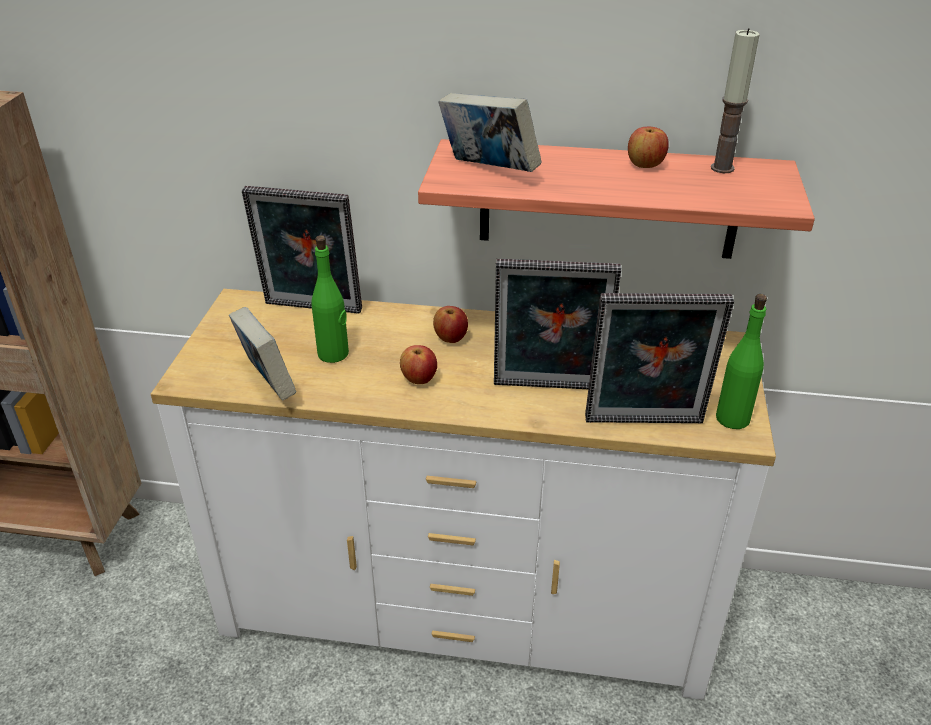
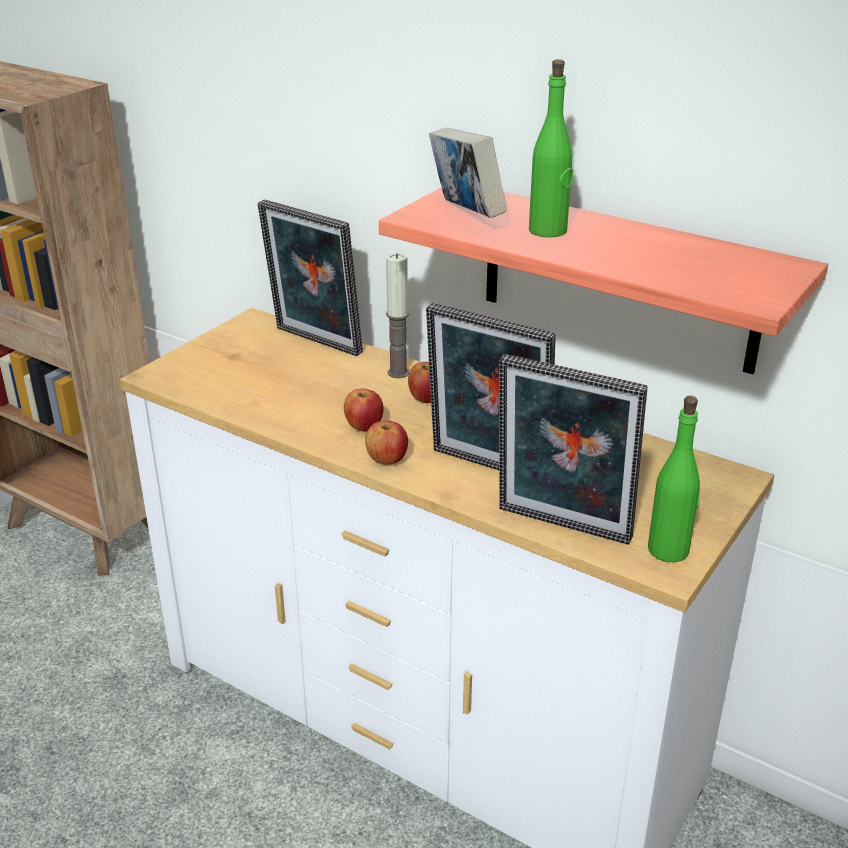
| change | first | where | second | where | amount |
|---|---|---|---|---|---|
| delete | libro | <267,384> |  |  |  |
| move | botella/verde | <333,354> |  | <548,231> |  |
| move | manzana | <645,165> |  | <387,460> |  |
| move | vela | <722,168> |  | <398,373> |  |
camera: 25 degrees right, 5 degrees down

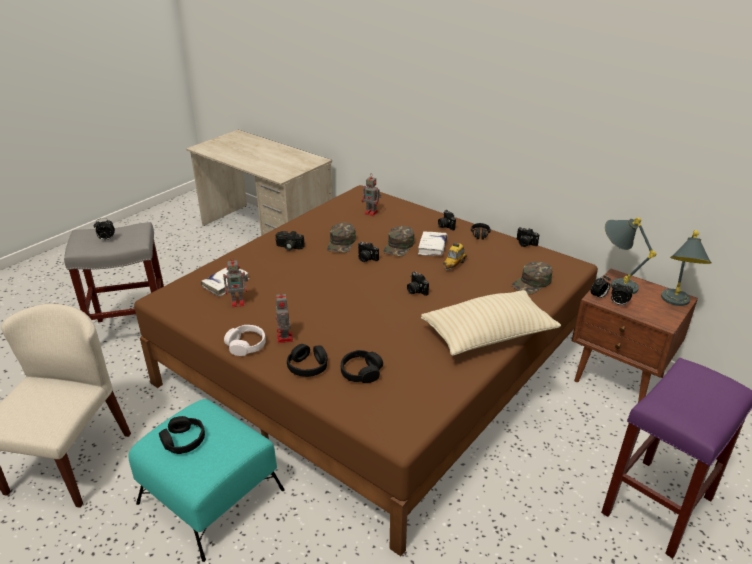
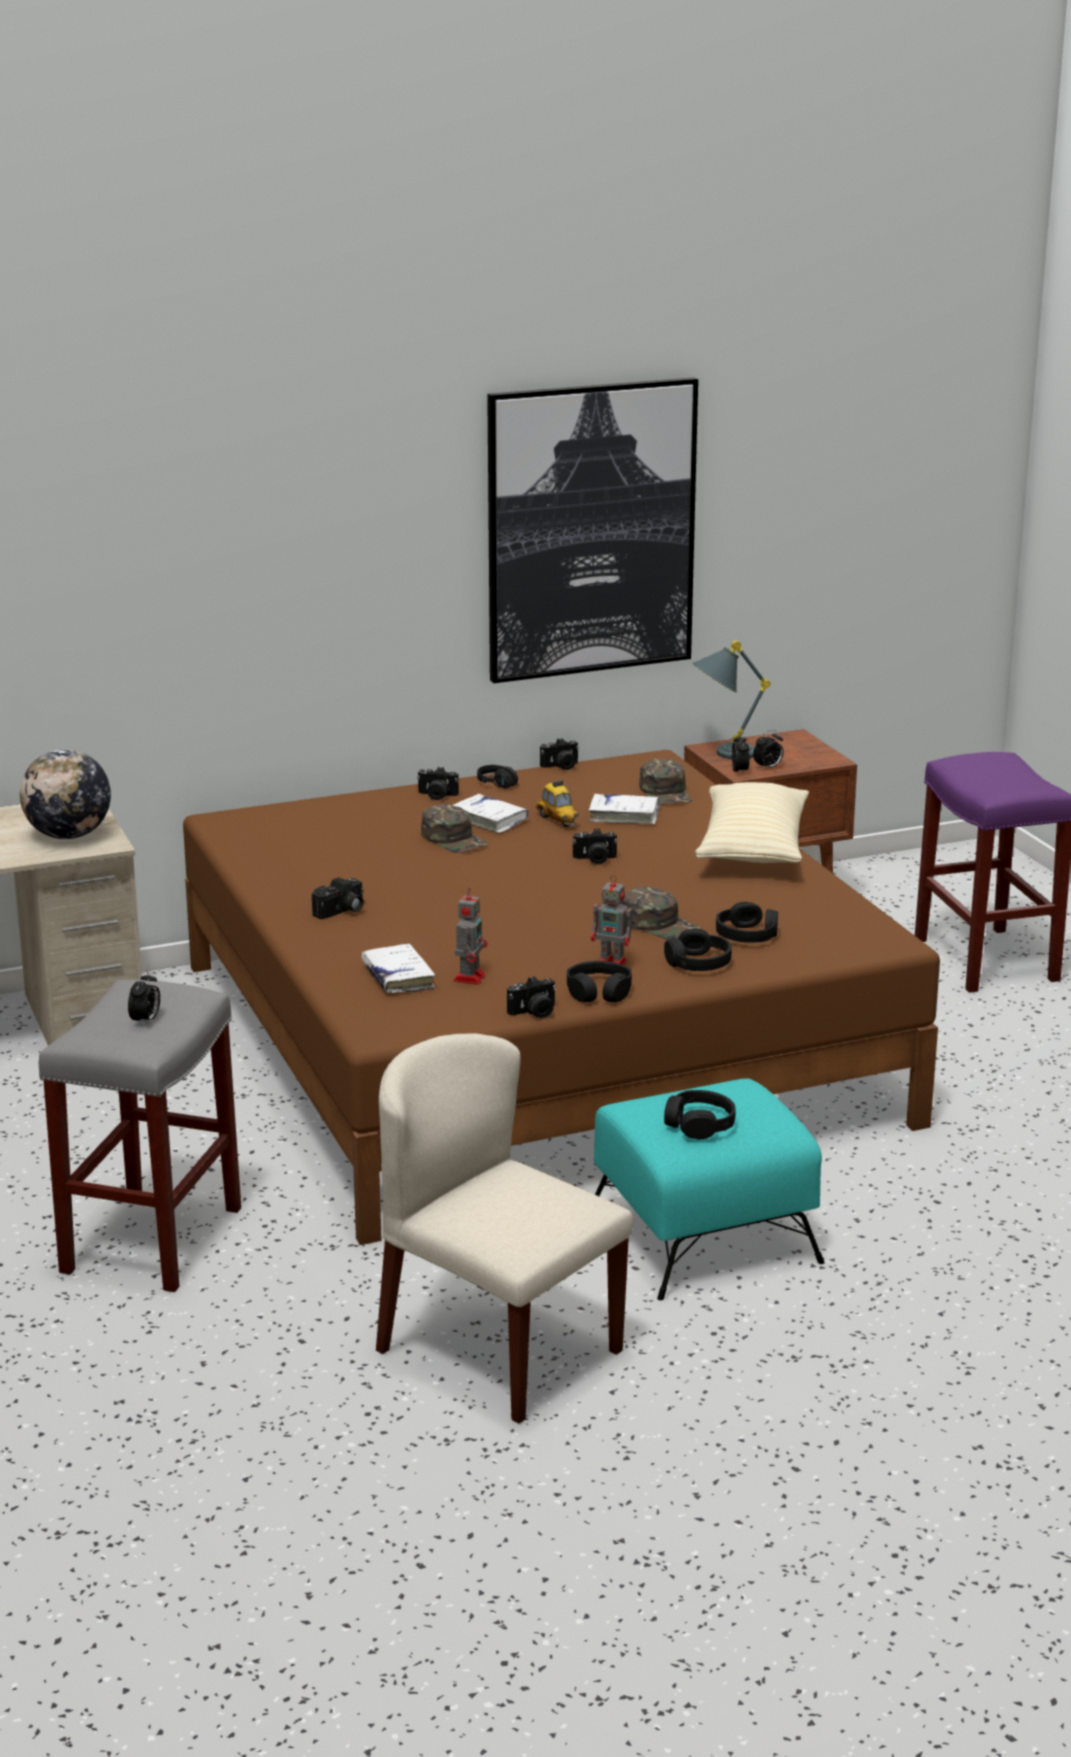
| change | first | where | second | where | amount |
|---|---|---|---|---|---|
| recolor | auriculares/blanco | <246,345> | auriculares/negro | <599,992> |  |
| move | gorra/verde | <342,243> |  | <659,924> |  |
| move | cámara | <366,258> |  | <534,1013> |  |
| delete | robot de juguete | <372,213> |  |  |  |
| delete | lámpara de mesa/gris | <675,304> |  |  |  |
| insert |  |  | globo terráqueo | <69,836> |  |
| insert |  |  | cuadro | <590,530> |  |
| insert |  |  | libro/blanco | <624,816> |  |
camera: 60 degrees left, 10 degrees down

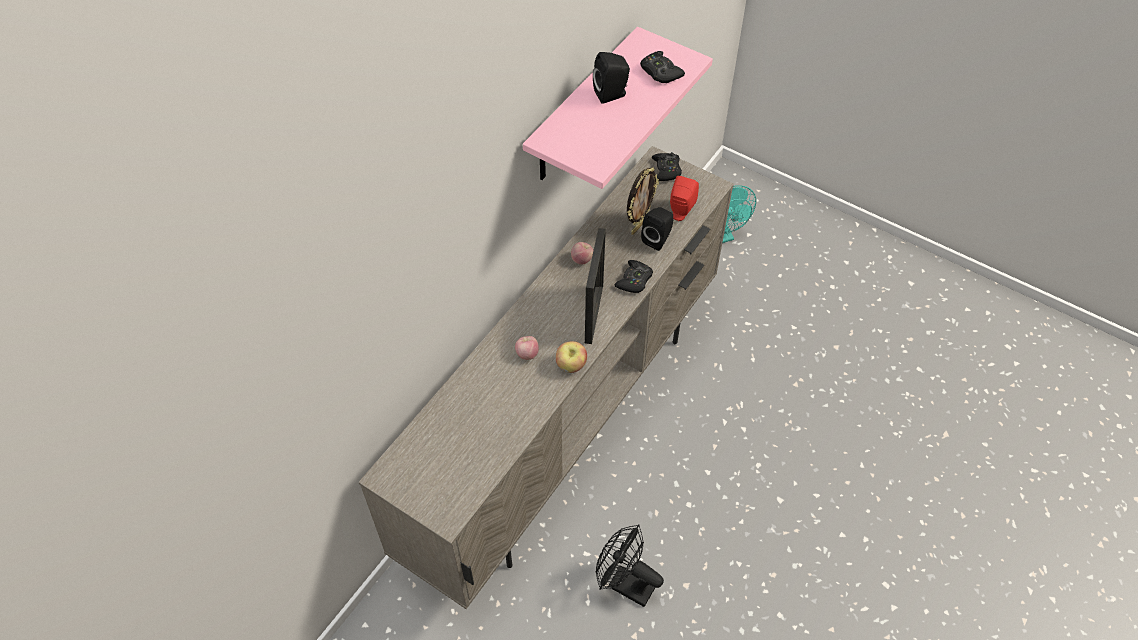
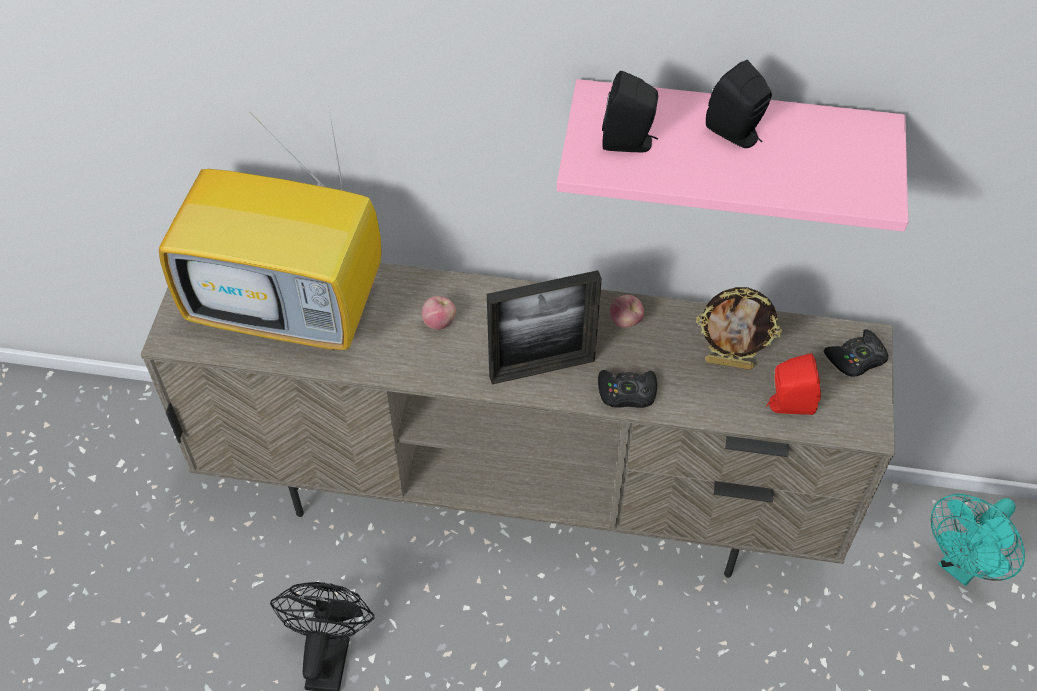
| change | first | where | second | where | amount |
|---|---|---|---|---|---|
| delete | manzana | <571,365> |  |  |  |
| delete | mando de consola/negro | <660,72> |  |  |  |
| move | altavoz/negro | <658,239> |  | <629,142> |  |
| insert |  |  | televisor | <293,309> |  |
camera: 65 degrees right, 0 degrees up

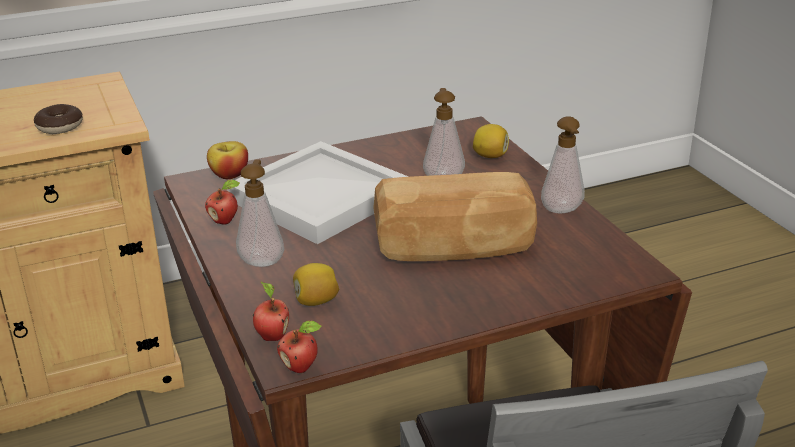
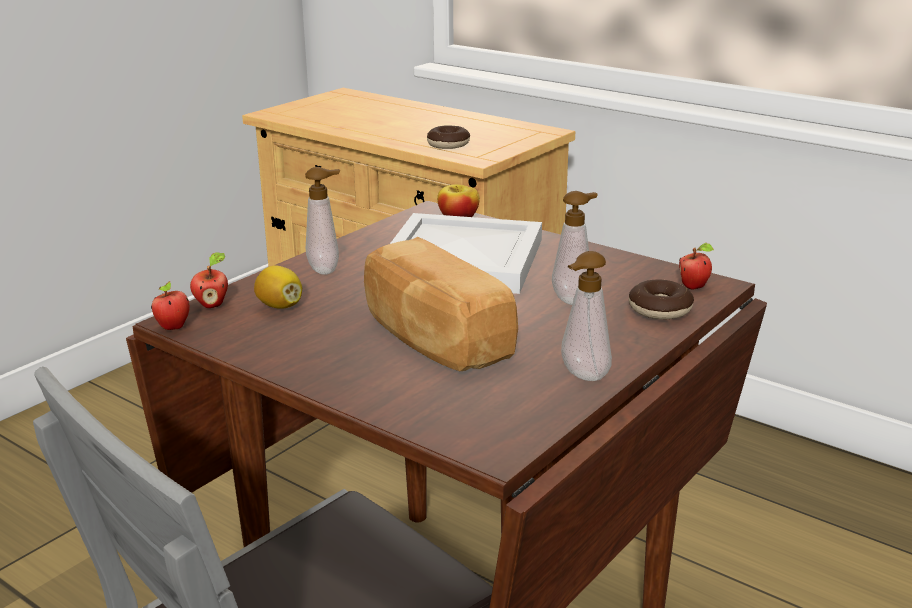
| change | first | where | second | where | amount |
|---|---|---|---|---|---|
| move | manzana | <225,221> |  | <694,287> |  |
| replace | limón | <490,156> | rosquilla | <660,309> |  |
camera: 60 degrees right, 5 degrees down

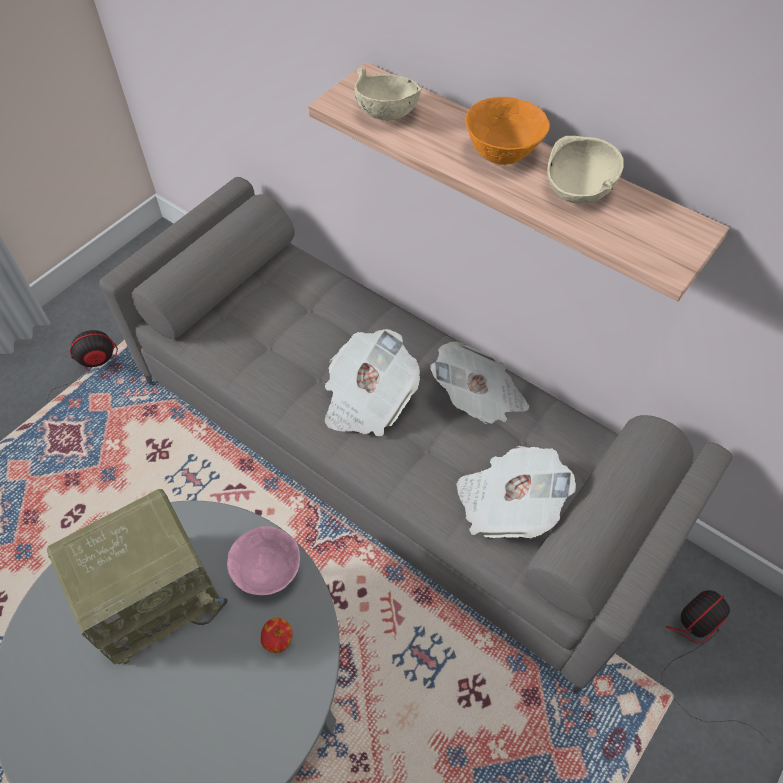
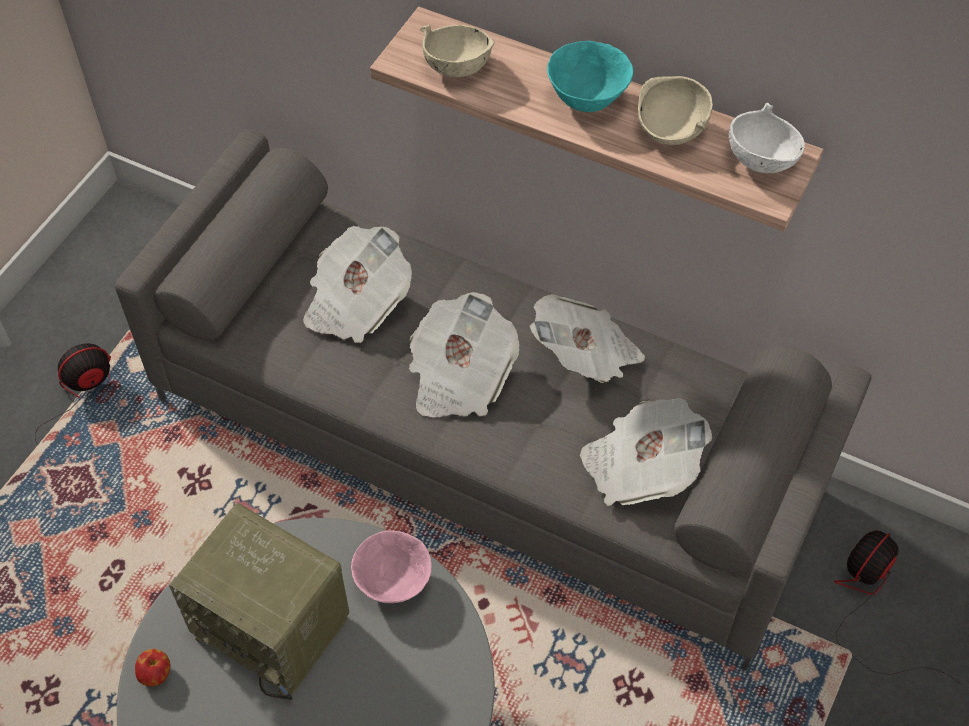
| change | first | where | second | where | amount |
|---|---|---|---|---|---|
| rotate | radio | <155,595> |  | <274,626> | 75 degrees clockwise |
| move | manzana | <278,640> |  | <156,674> |  |
| recolor | cuenco/naranja | <502,156> | cuenco/turquesa | <587,101> |  |
| insert |  |  | periódico | <356,303> |  |
| insert |  |  | cuenco/blanco | <762,160> |  |
camera: 10 degrees left, 0 degrees up

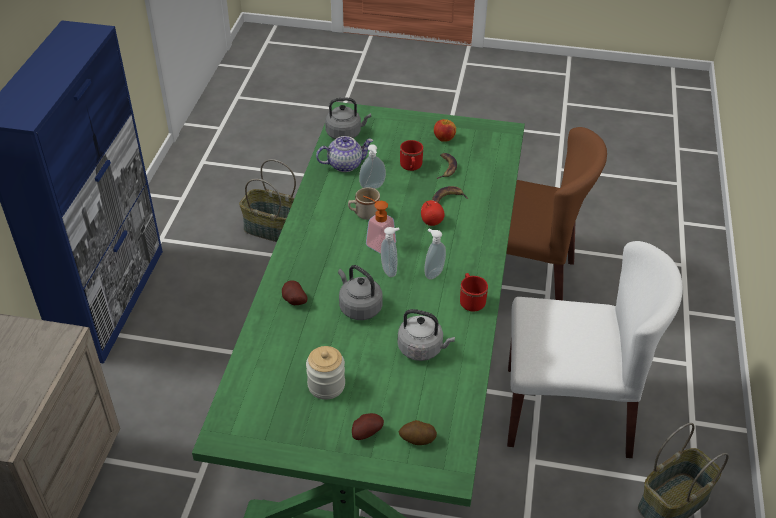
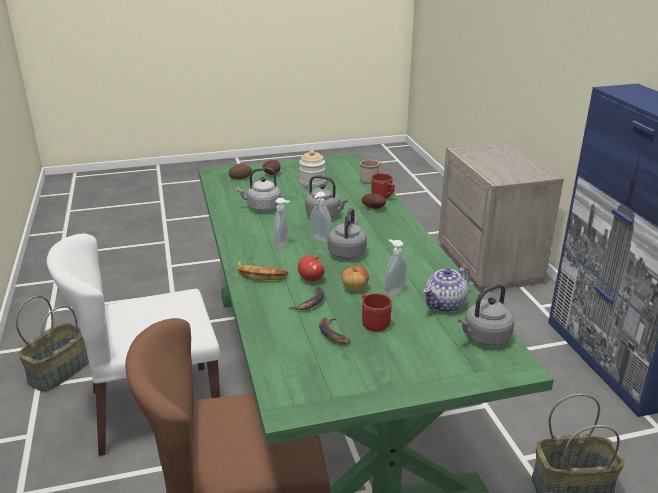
| change | first | where | second | where | amount |
|---|---|---|---|---|---|
| move | taza grande/beis | <363,214> |  | <371,180> |  |
| replace | dispensador de jabón | <376,242> | hervidor/gris | <347,252> |  |
| move | manzana | <444,138> |  | <355,288> |  |
| move | taza grande/rojo | <471,300> |  | <383,197> |  |
| insert |  |  | plátano | <260,274> |  |
camera: 155 degrees right, 15 degrees down

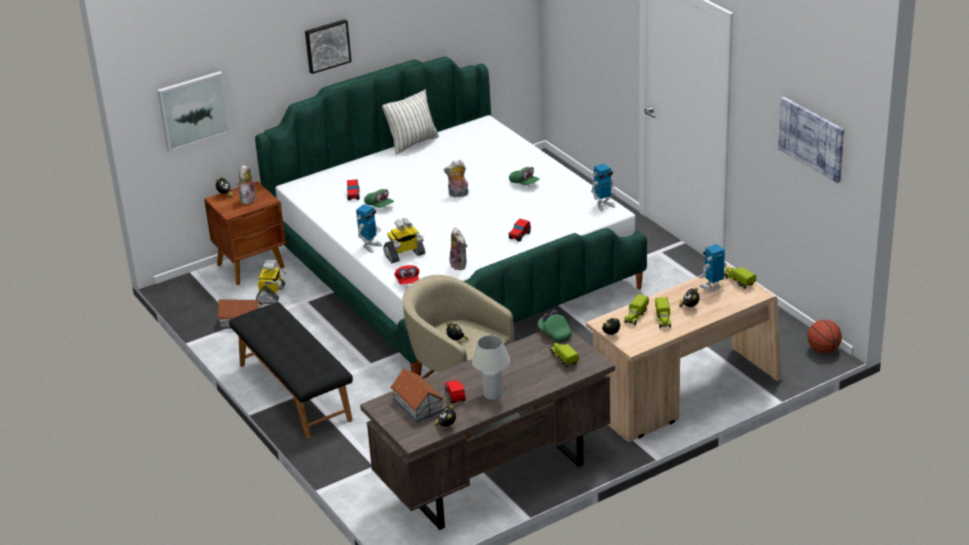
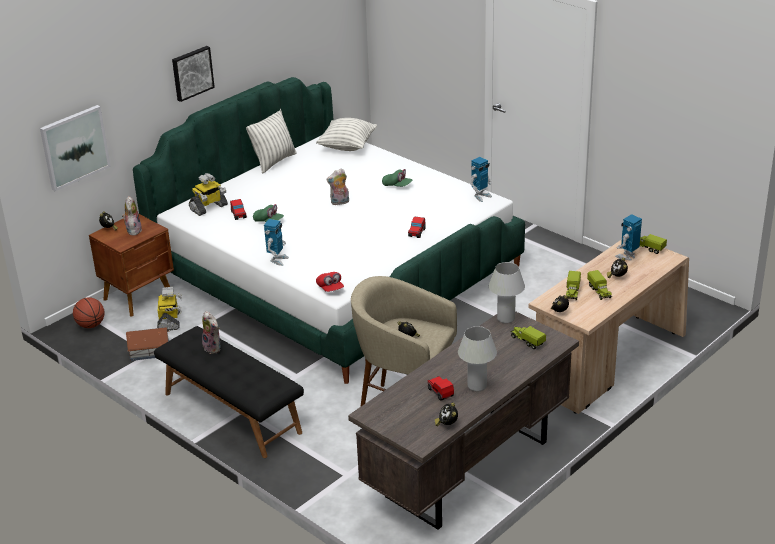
| change | first | where | second | where | amount |
|---|---|---|---|---|---|
| move | robot de juguete | <404,255> |  | <209,208> |  |
| delete | casita | <418,405> |  |  |  |
| move | peluche | <460,265> |  | <214,348> |  |
| replace | gorra/verde | <554,334> | lámpara de mesa/blanco | <506,319> |  |
| delete | cuadro | <812,138> |  |  |  |
| move | balón de baloncesto | <823,350> |  | <91,325> |  |
| insert |  |  | cojín | <347,146> |  |
camera: 15 degrees left, 0 degrees up

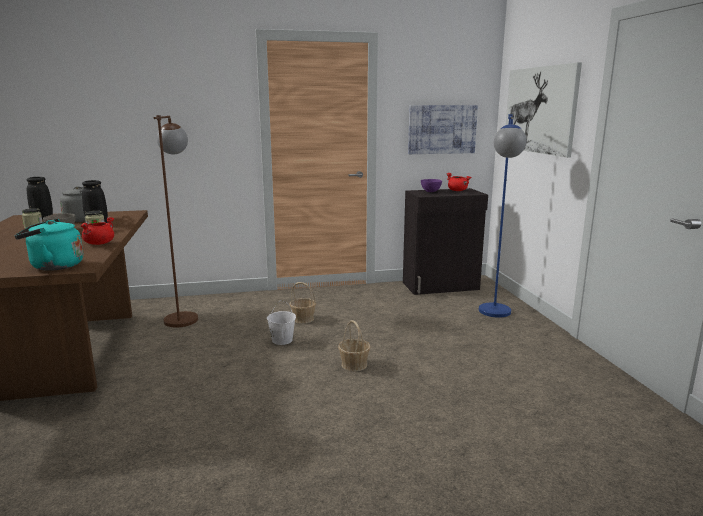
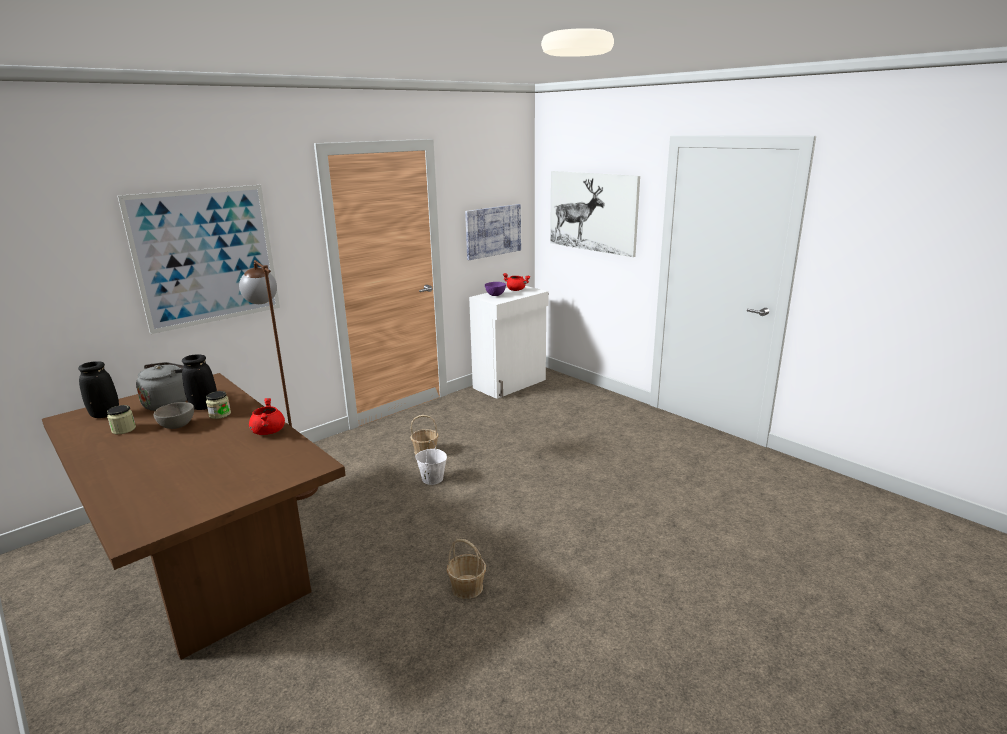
| change | first | where | second | where | amount |
|---|---|---|---|---|---|
| delete | hervidor/turquesa | <53,266> |  |  |  |
| move | cesta | <354,364> |  | <467,587> |  |
| recolor | armario/negro | <441,286> | armario/blanco | <510,384> |  |
| delete | lámpara de pie/azul | <495,315> |  |  |  |
| insert |  |  | cuadro | <206,257> |  |
camera: 30 degrees left, 5 degrees up

